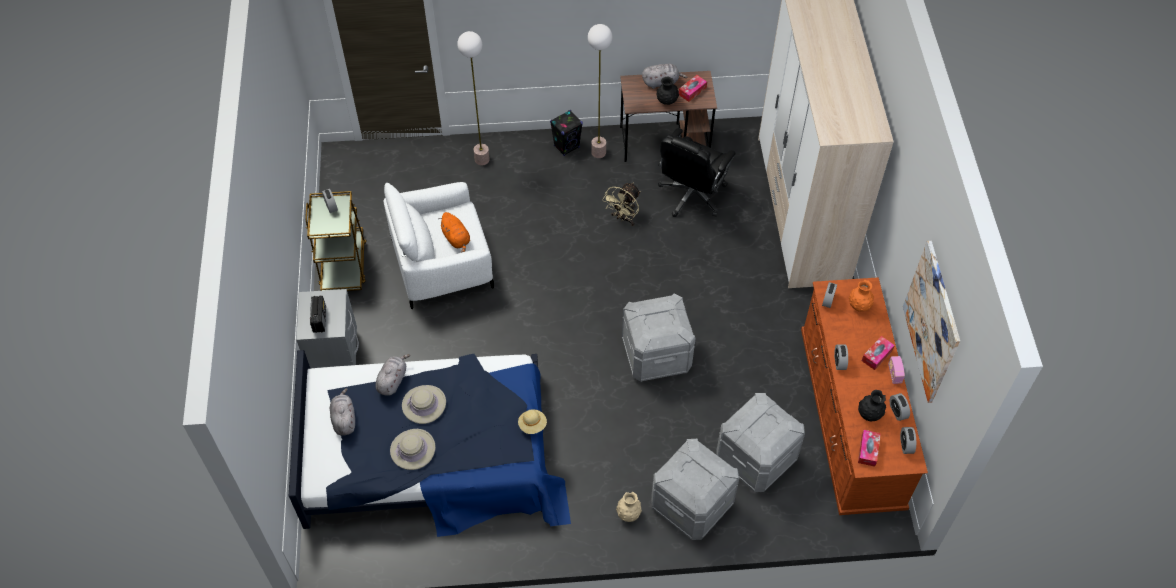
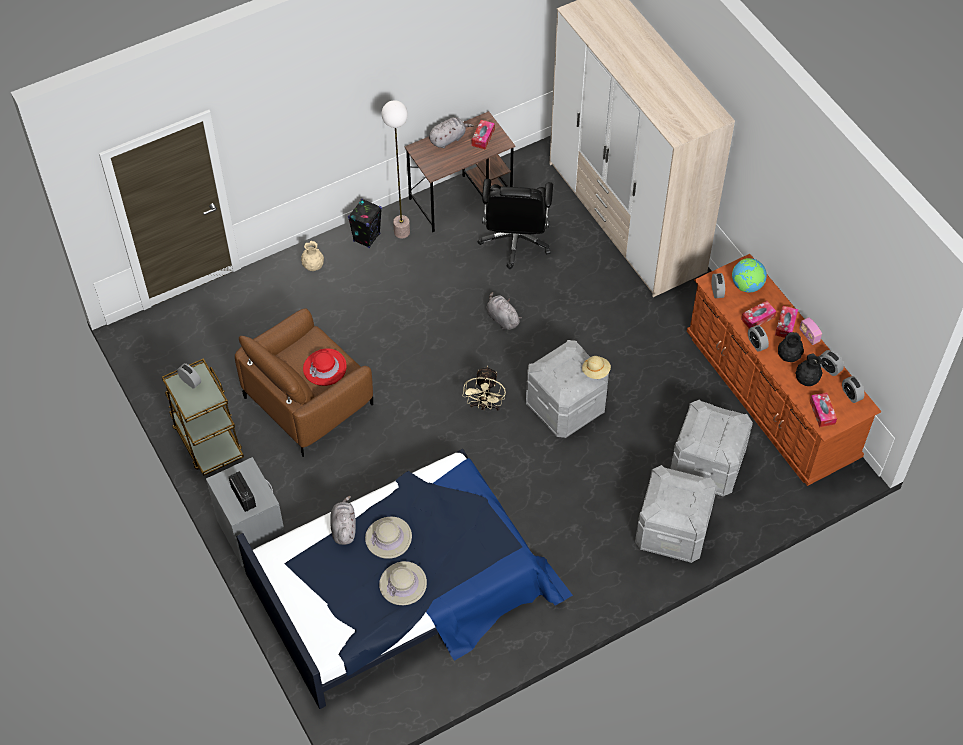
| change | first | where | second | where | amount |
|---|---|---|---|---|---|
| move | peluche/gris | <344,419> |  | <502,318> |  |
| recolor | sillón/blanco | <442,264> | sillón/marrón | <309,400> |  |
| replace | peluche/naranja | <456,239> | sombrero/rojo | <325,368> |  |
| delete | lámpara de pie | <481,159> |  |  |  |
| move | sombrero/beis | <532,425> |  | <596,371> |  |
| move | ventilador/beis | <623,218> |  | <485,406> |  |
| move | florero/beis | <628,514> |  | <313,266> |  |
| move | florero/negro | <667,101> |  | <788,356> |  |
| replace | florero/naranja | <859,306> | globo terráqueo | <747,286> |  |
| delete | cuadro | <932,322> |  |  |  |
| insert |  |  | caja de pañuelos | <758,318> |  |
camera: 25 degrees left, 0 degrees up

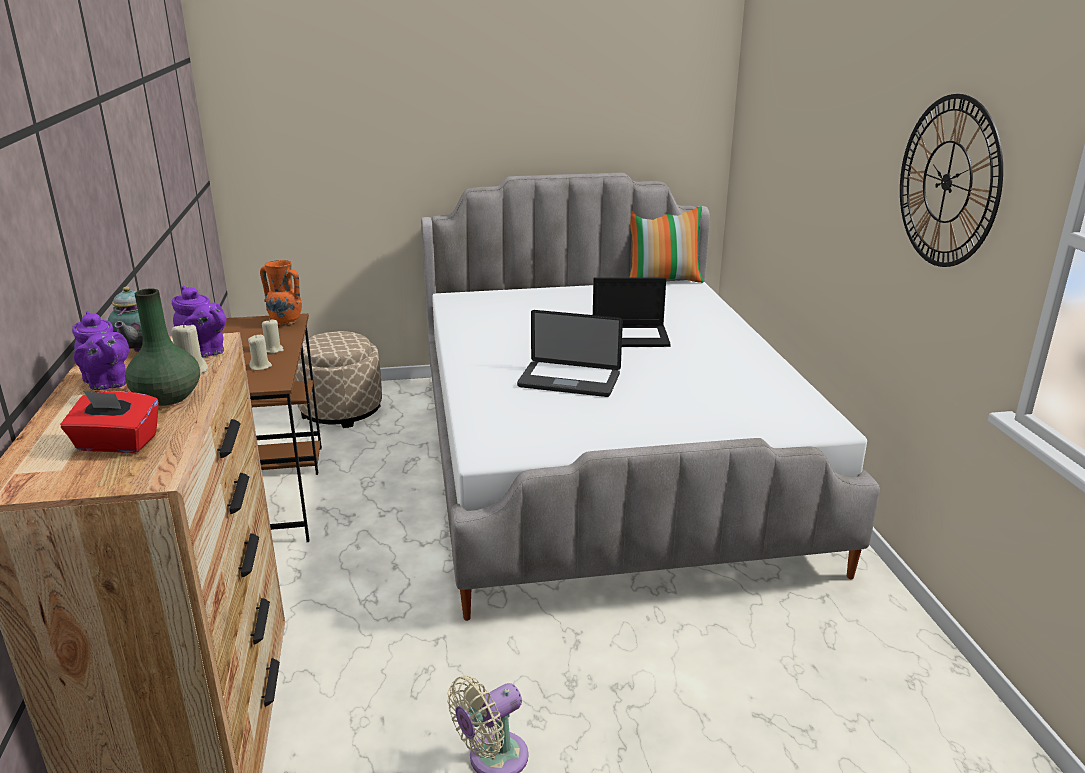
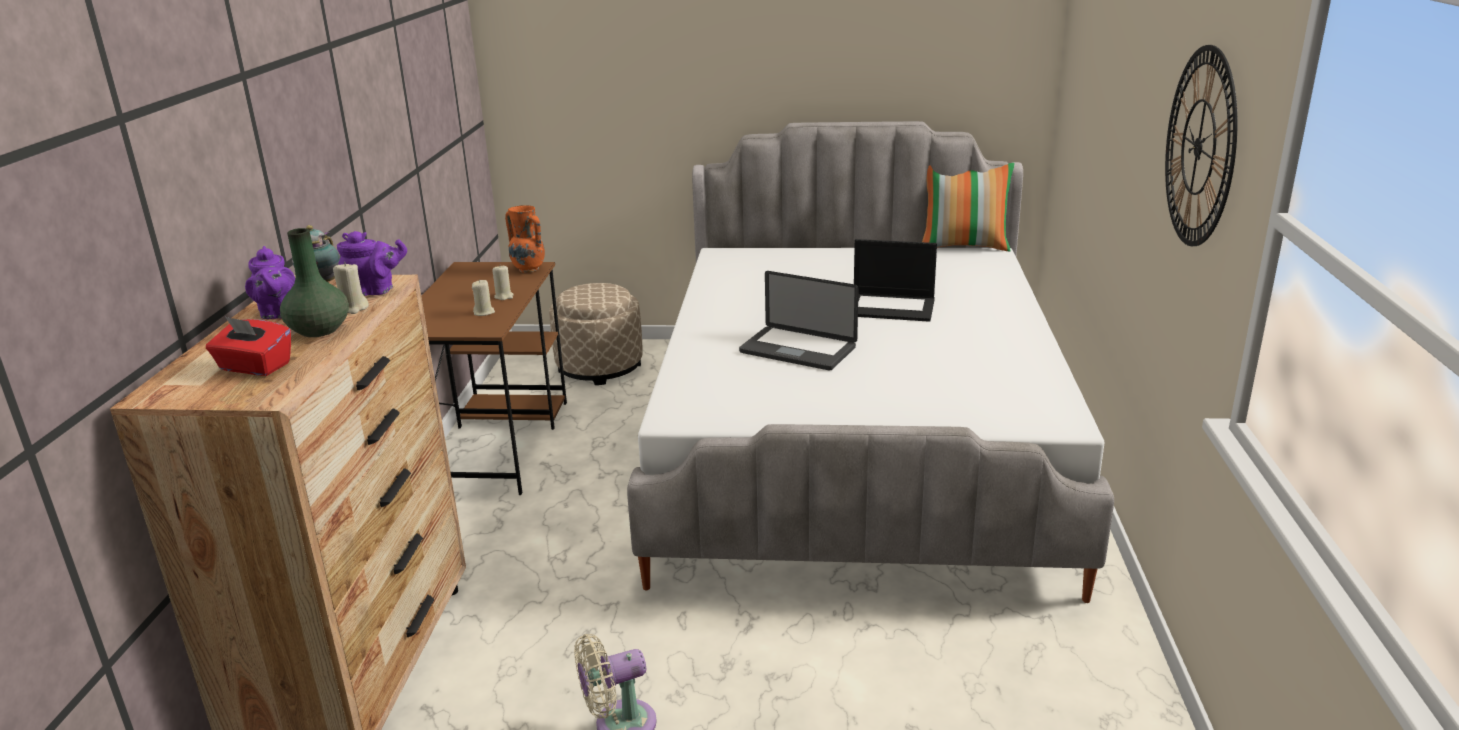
| change | first | where | second | where | amount |
|---|---|---|---|---|---|
| rotate | tetera/morado | <205,352> |  | <375,291> | 60 degrees counterclockwise |
camera: 15 degrees right, 0 degrees up

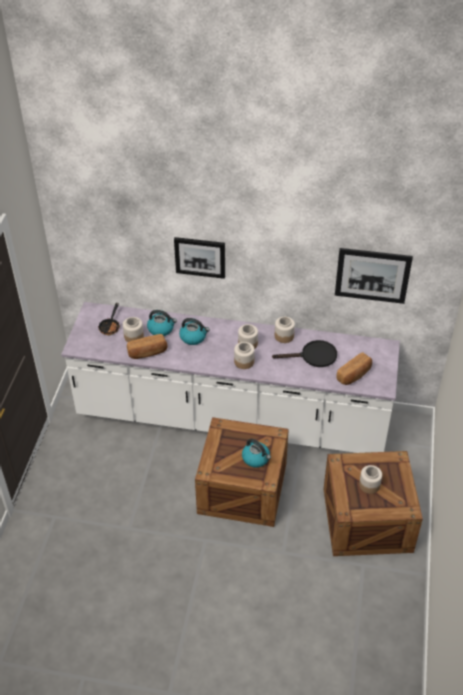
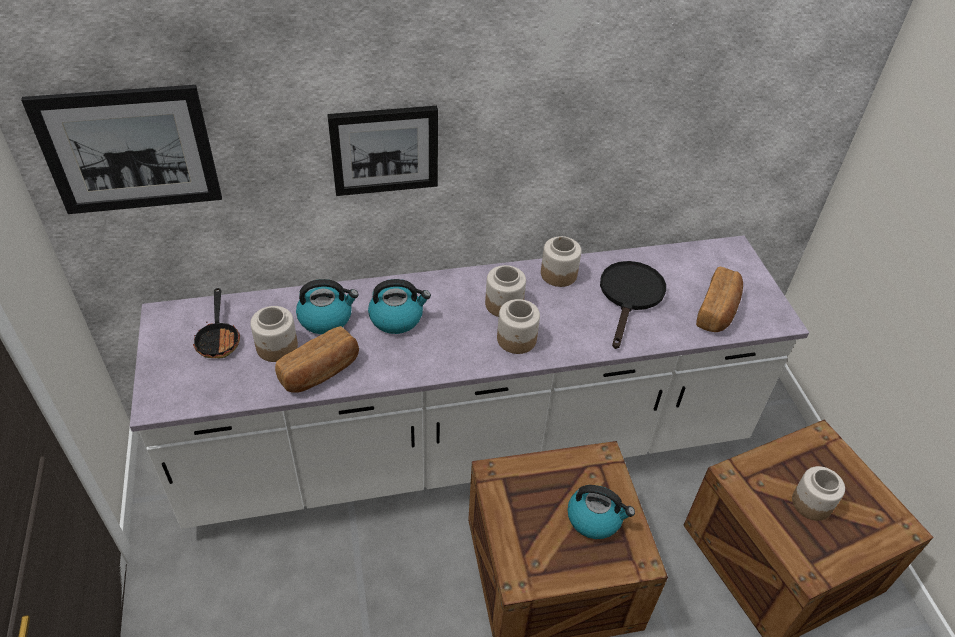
| change | first | where | second | where | amount |
|---|---|---|---|---|---|
| rotate | sartén/negro | <313,356> |  | <630,296> | 45 degrees counterclockwise |
| move | cuadro | <372,275> |  | <129,150> |  |
camera: 25 degrees left, 0 degrees up

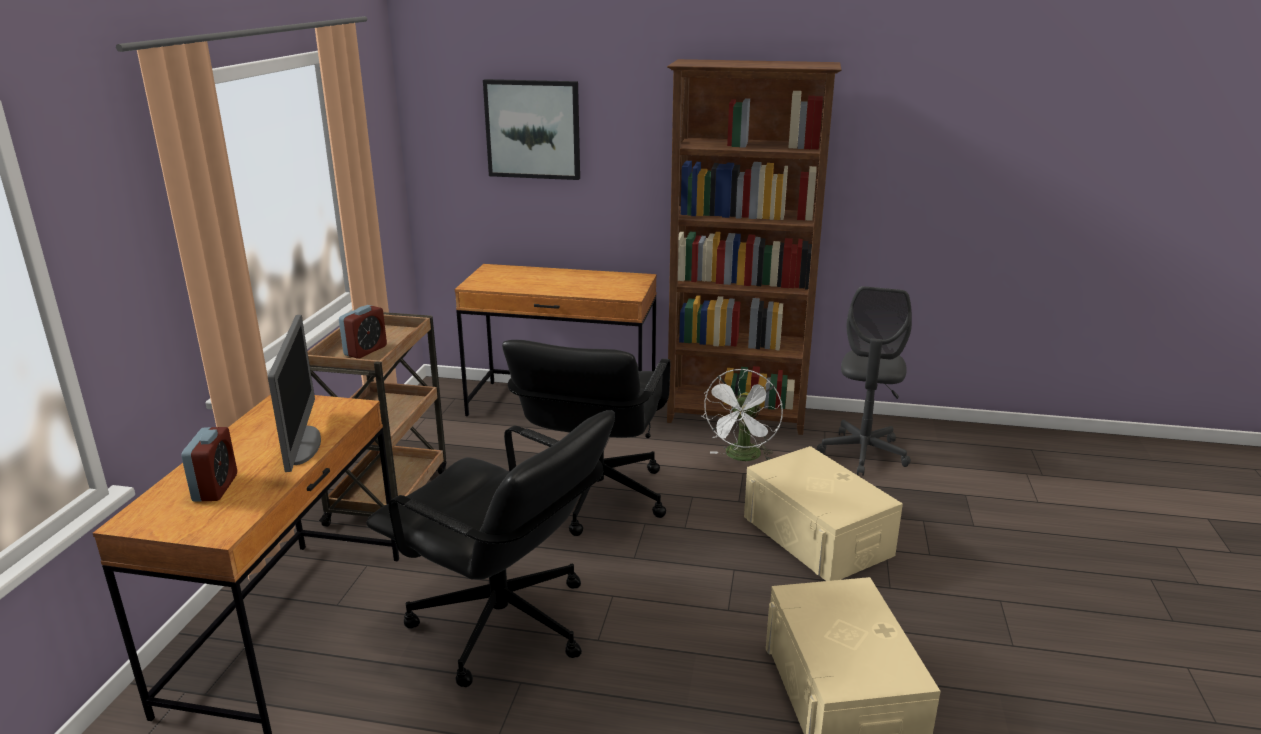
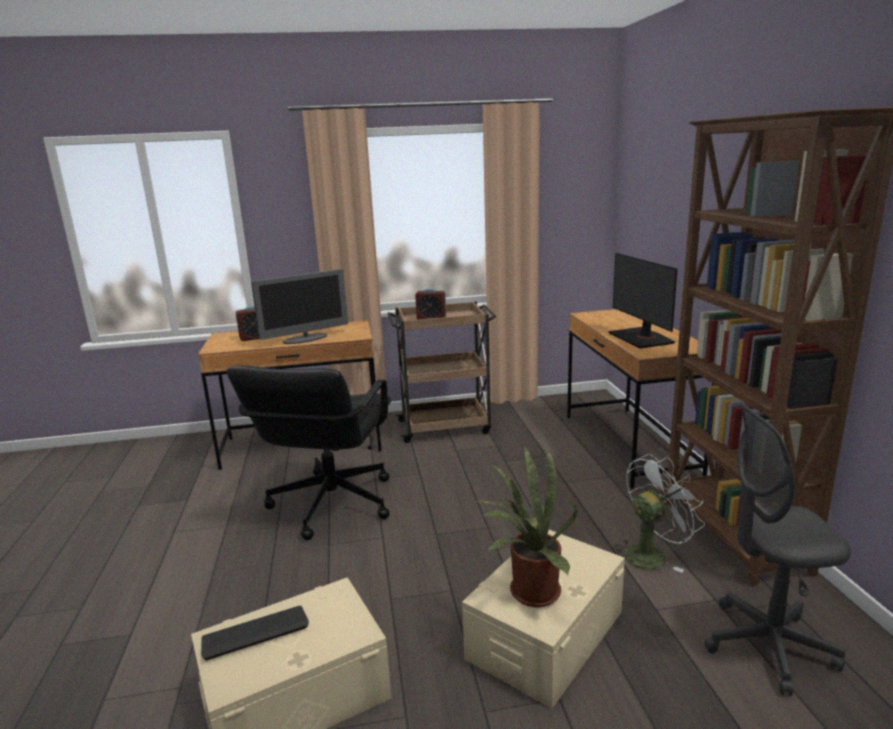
| change | first | where | second | where | amount |
|---|---|---|---|---|---|
| delete | cuadro | <533,129> |  |  |  |
| delete | silla de oficina/negro | <595,496> |  |  |  |
| rotate | ventilador/blanco | <742,457> |  | <651,554> | 150 degrees clockwise |
| insert |  |  | teclado | <255,633> |  |
| insert |  |  | planta en maceta | <529,592> |  |
| insert |  |  | monitor | <641,338> |  |
camera: 70 degrees right, 5 degrees down

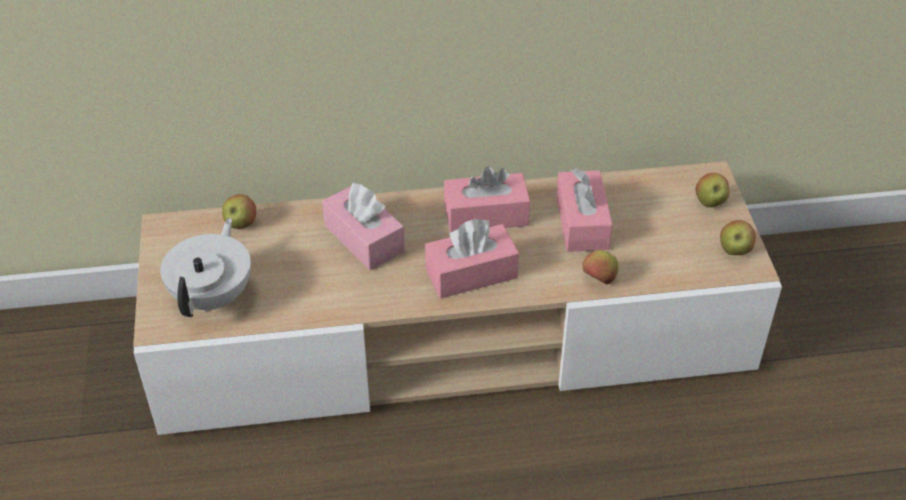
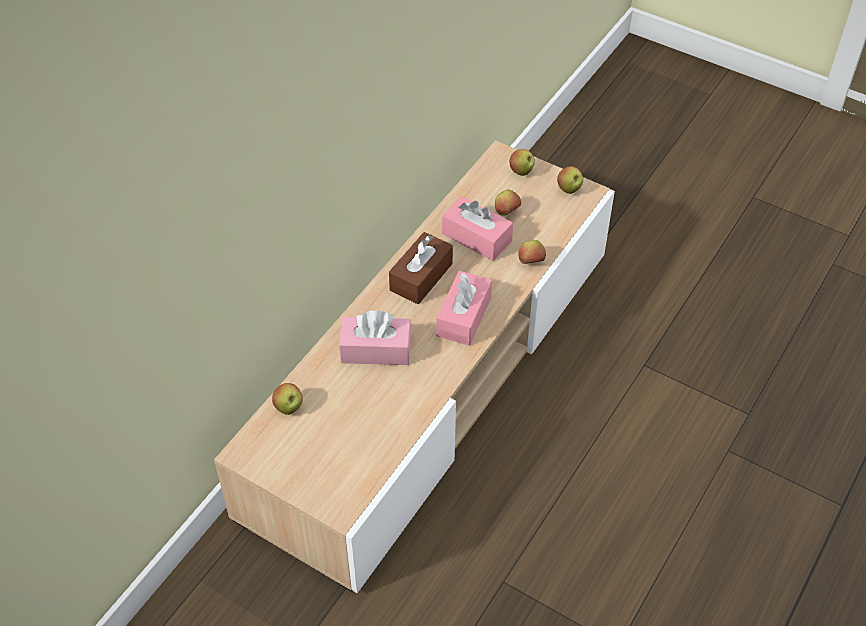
| change | first | where | second | where | amount |
|---|---|---|---|---|---|
| delete | tetera/blanco | <213,296> |  |  |  |
| recolor | caja de pañuelos/rosa | <486,215> | caja de pañuelos/marrón | <421,277> |  |
| insert |  |  | manzana | <507,212> |  |
camera: 50 degrees left, 5 degrees up

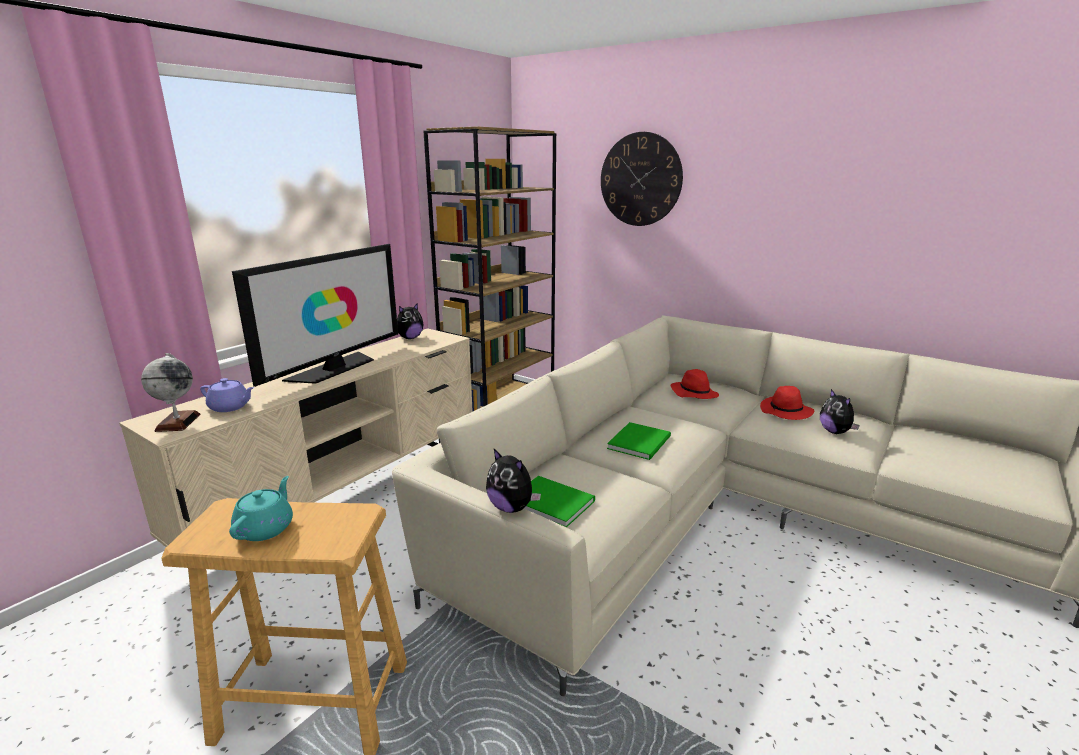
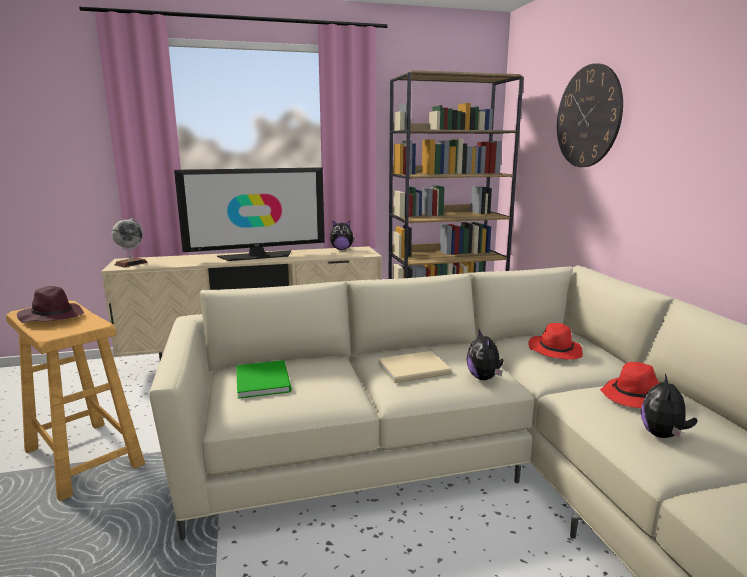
| change | first | where | second | where | amount |
|---|---|---|---|---|---|
| delete | tetera/morado | <230,407> |  |  |  |
| replace | tetera/turquesa | <266,528> | sombrero/morado | <52,317> |  |
| move | peluche | <512,508> |  | <484,378> |  |
| recolor | libro/verde | <641,442> | libro/beis | <416,369> |  |
camera: 40 degrees right, 5 degrees down

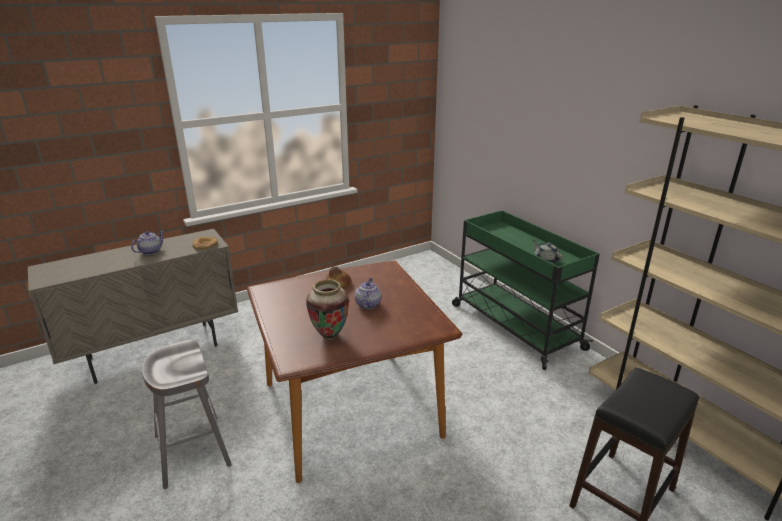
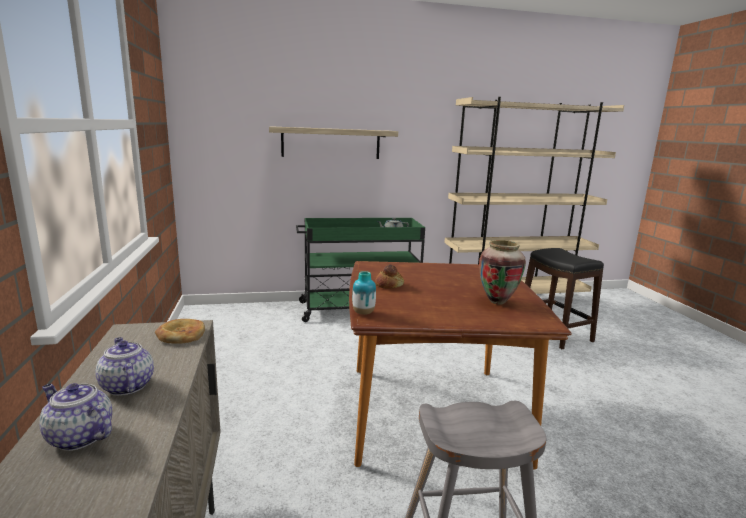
| change | first | where | second | where | amount |
|---|---|---|---|---|---|
| move | tetera | <367,304> |  | <79,437> |  |
| insert |  |  | estante | <331,143> |  |
| insert |  |  | florero | <363,313> |  |
camera: 70 degrees left, 10 degrees down

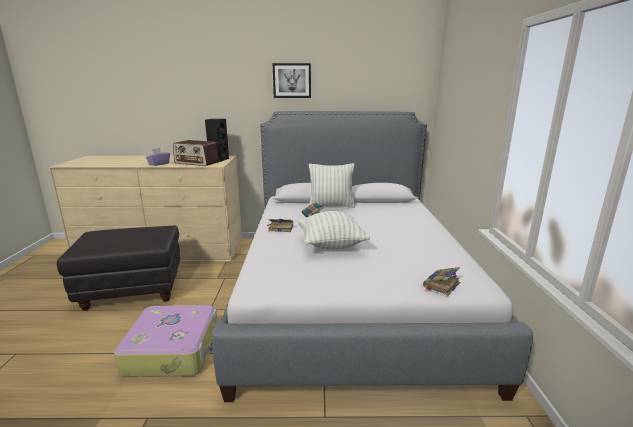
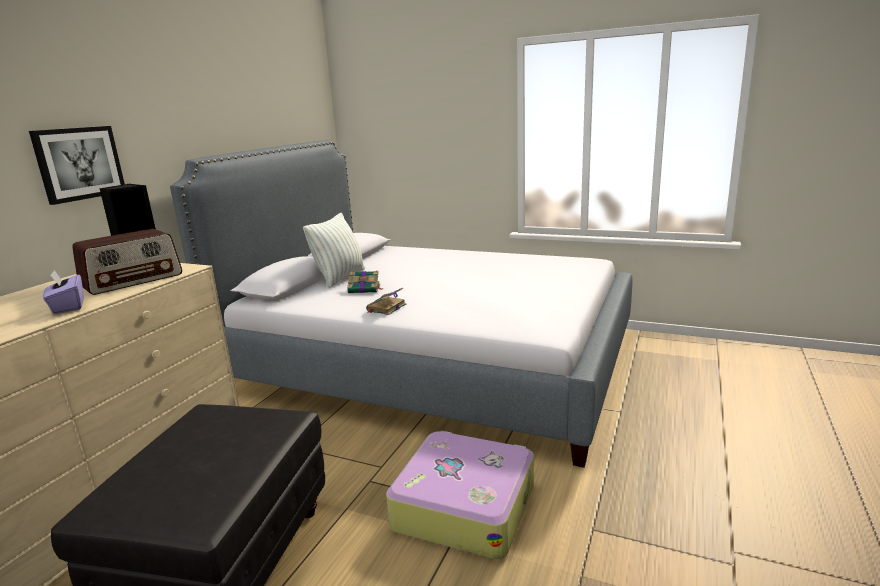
| change | first | where | second | where | amount |
|---|---|---|---|---|---|
| move | cuadro | <292,80> |  | <79,163> |  |
| delete | cojín | <331,245> |  |  |  |
| delete | libro | <441,285> |  |  |  |
camera: 65 degrees left, 0 degrees up

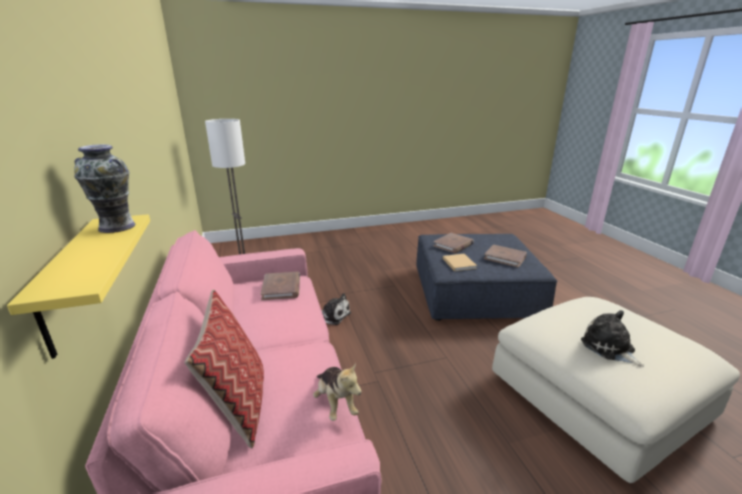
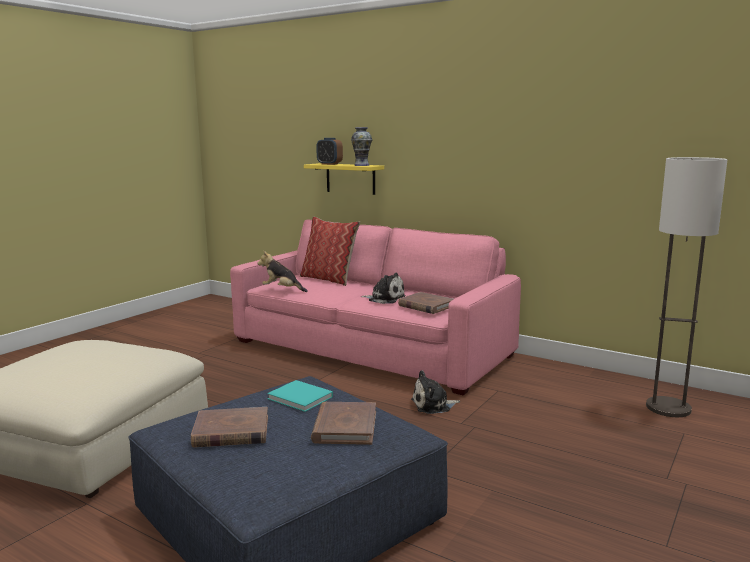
| change | first | where | second | where | amount |
|---|---|---|---|---|---|
| recolor | libro/beis | <458,263> | libro/turquesa | <301,398> |  |
| move | peluche | <609,348> |  | <385,299> |  |
| insert |  |  | despertador | <329,164> |  |
camera: 140 degrees right, 10 degrees down

